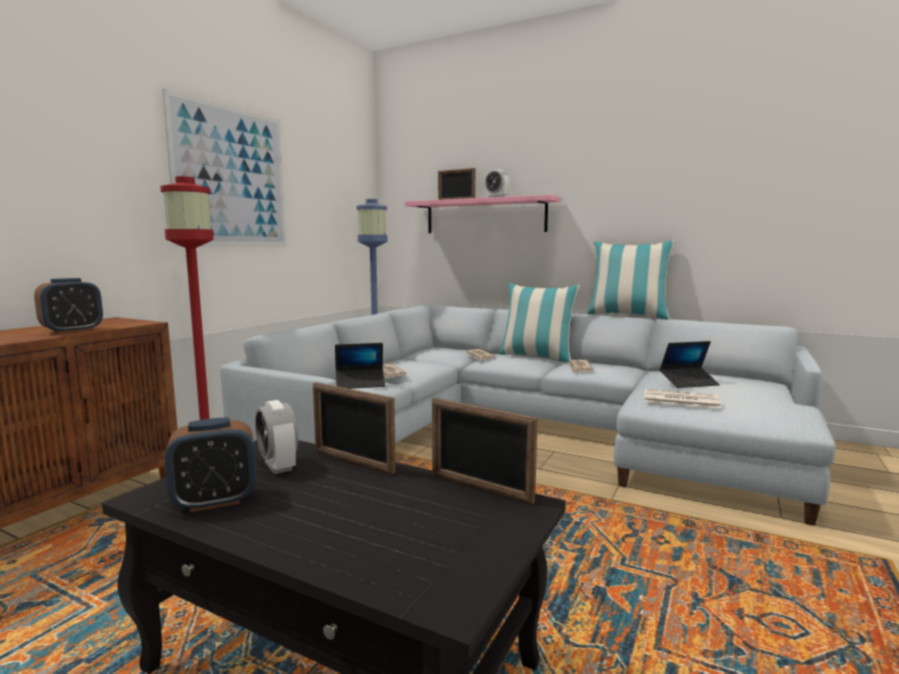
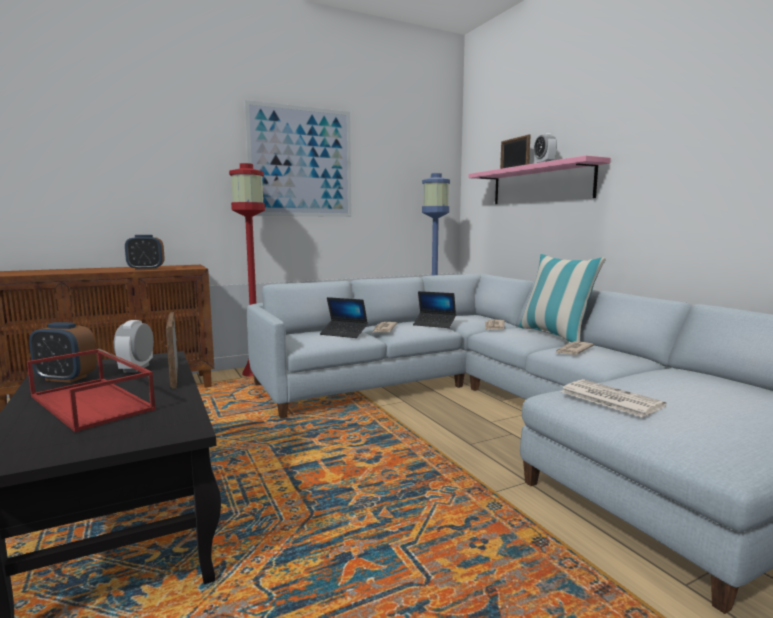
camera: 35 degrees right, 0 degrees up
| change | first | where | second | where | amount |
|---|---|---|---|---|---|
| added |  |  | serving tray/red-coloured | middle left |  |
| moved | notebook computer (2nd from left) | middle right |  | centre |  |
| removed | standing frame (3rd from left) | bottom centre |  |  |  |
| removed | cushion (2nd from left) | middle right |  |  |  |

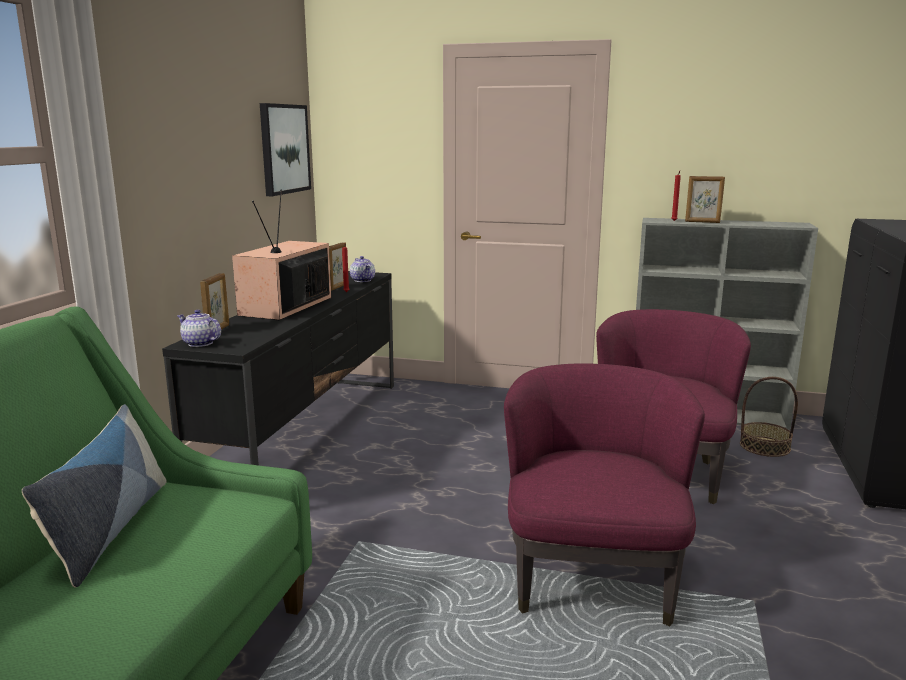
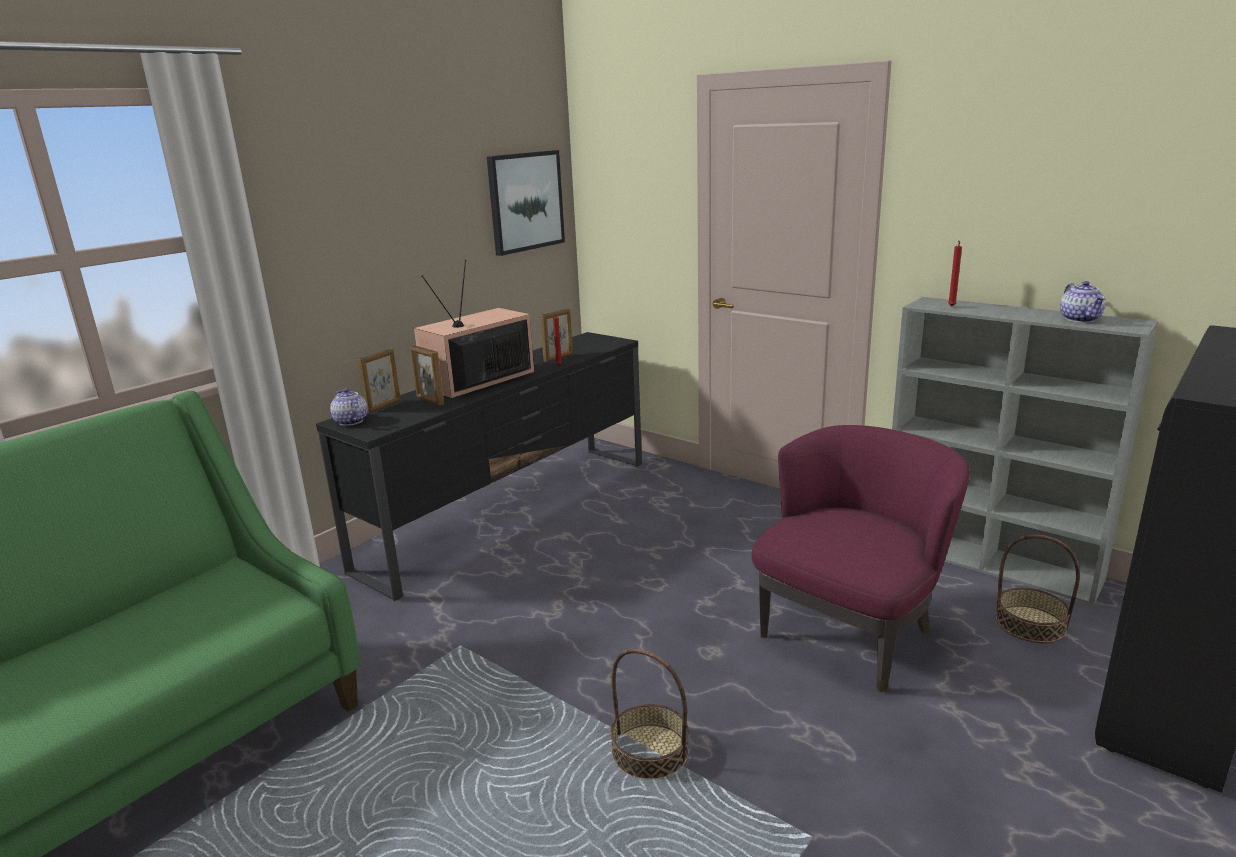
camera: 25 degrees right, 5 degrees up
| change | first | where | second | where | amount |
|---|---|---|---|---|---|
| moved | standing frame (3rd from left in the first image) | top right | standing frame (2nd from left) | centre |  |
| replaced | easy chair/purple-coloured (1st from left) | bottom right | basket (1st from left) | bottom centre |  |
| moved | tea pot (2nd from left) | centre |  | middle right |  |
| removed | cushion | bottom left |  |  |  |

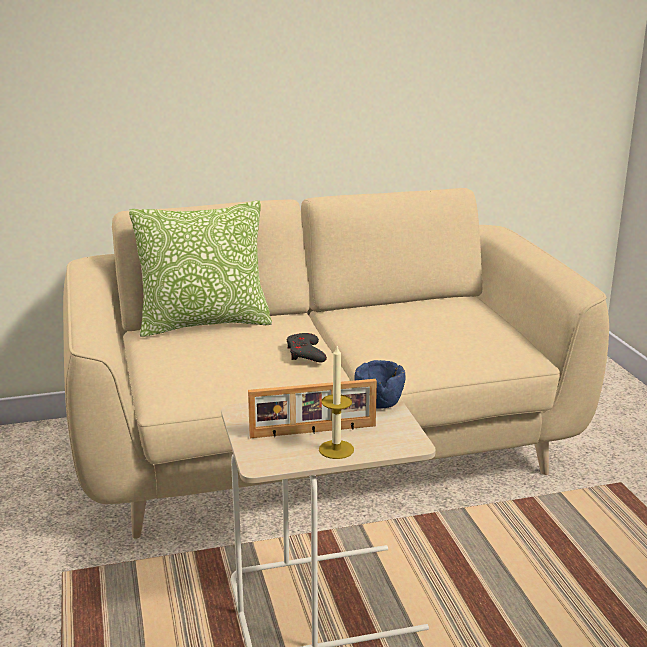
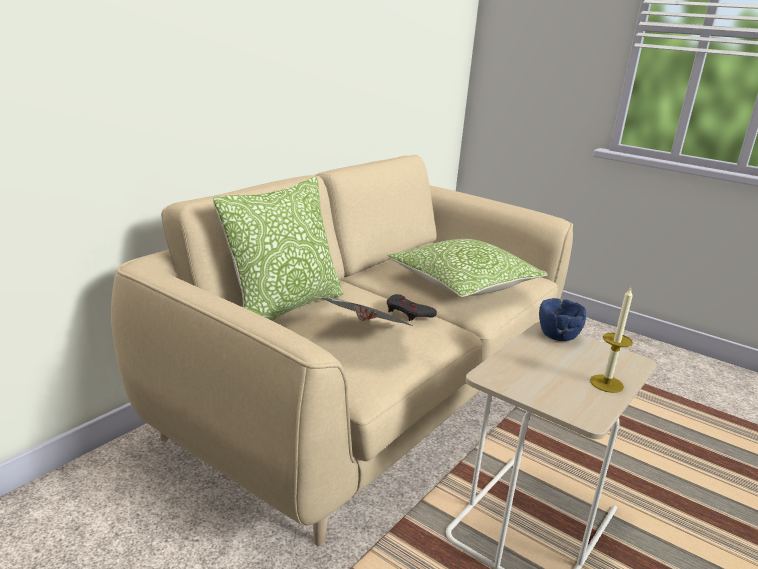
camera: 40 degrees left, 0 degrees up
| change | first | where | second | where | amount |
|---|---|---|---|---|---|
| added |  |  | daily paper | centre |  |
| added |  |  | cushion (2nd from left) | centre |  |
| removed | standing frame | centre |  |  |  |

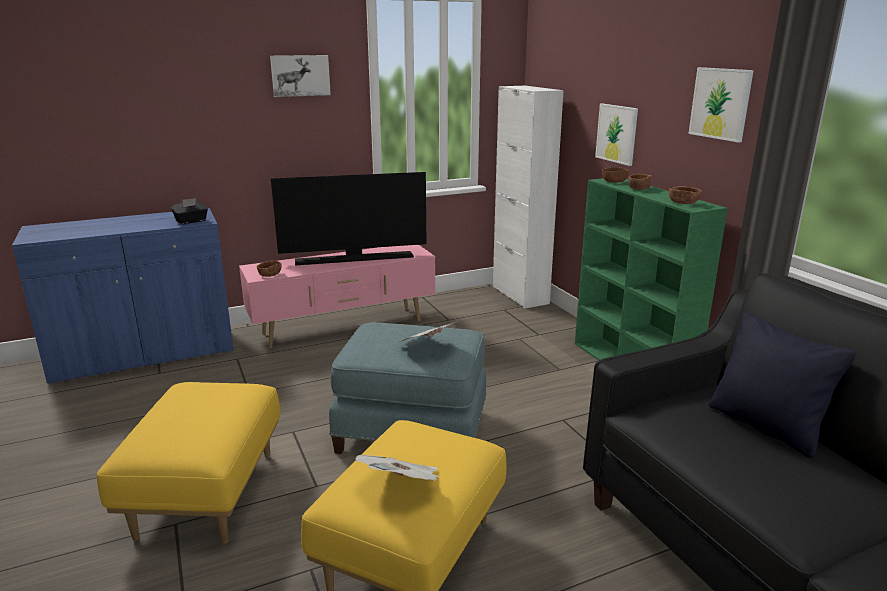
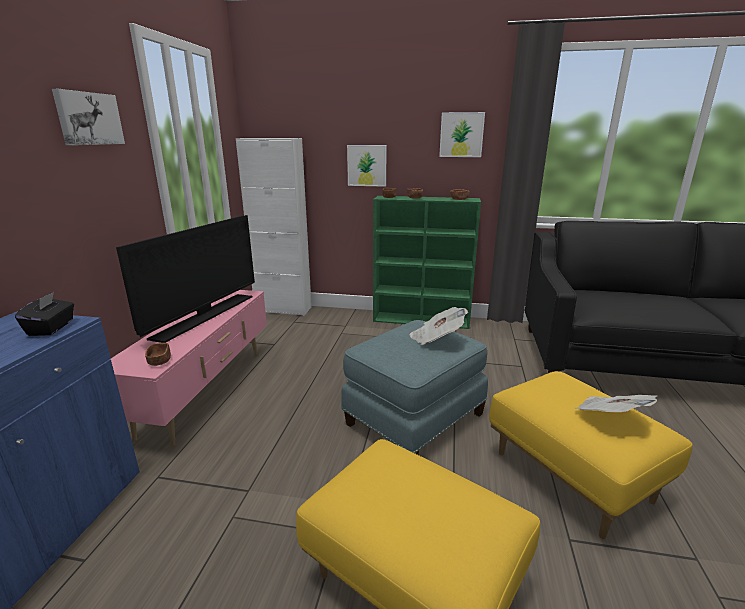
camera: 55 degrees left, 0 degrees up
| change | first | where | second | where | amount |
|---|---|---|---|---|---|
| removed | cushion/black | middle right |  |  |  |

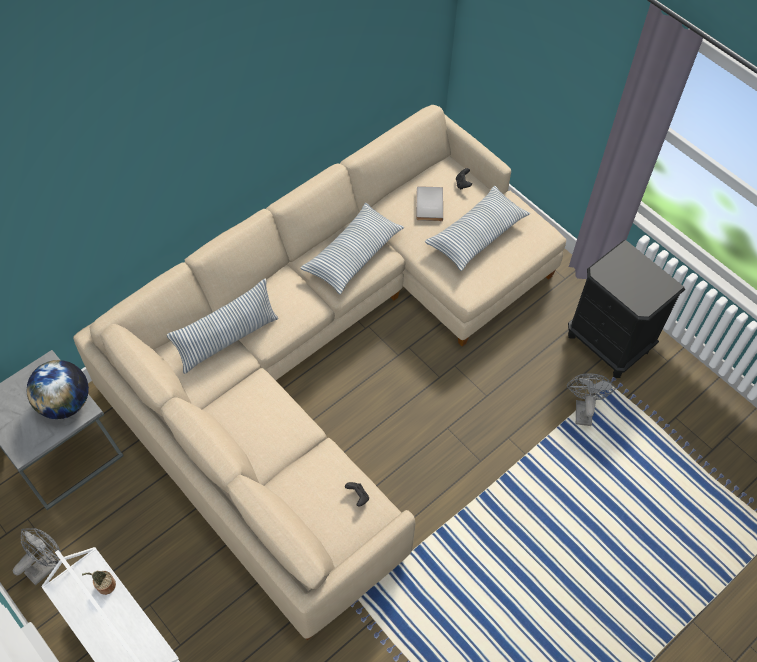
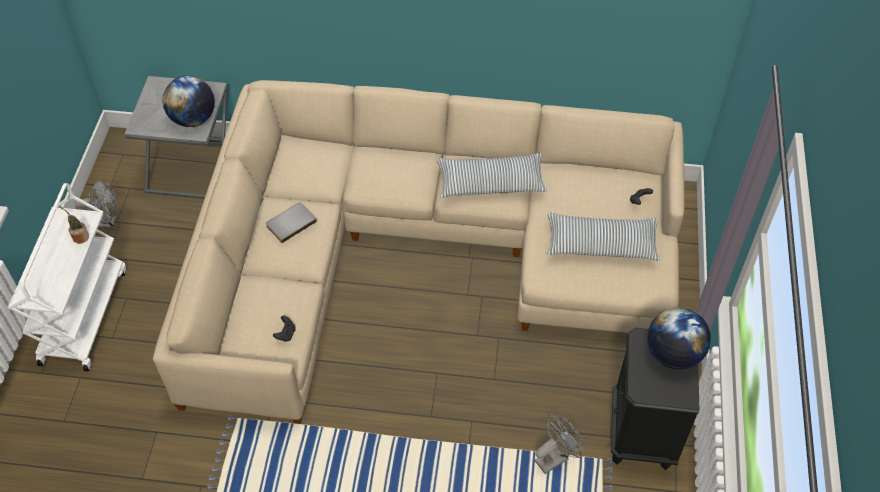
camera: 50 degrees right, 5 degrees down
| change | first | where | second | where | amount |
|---|---|---|---|---|---|
| moved | book/gray | top centre |  | middle left |  |
| added |  |  | globe (2nd from left) | bottom right |  |
| removed | cushion (1st from left) | middle left |  |  |  |

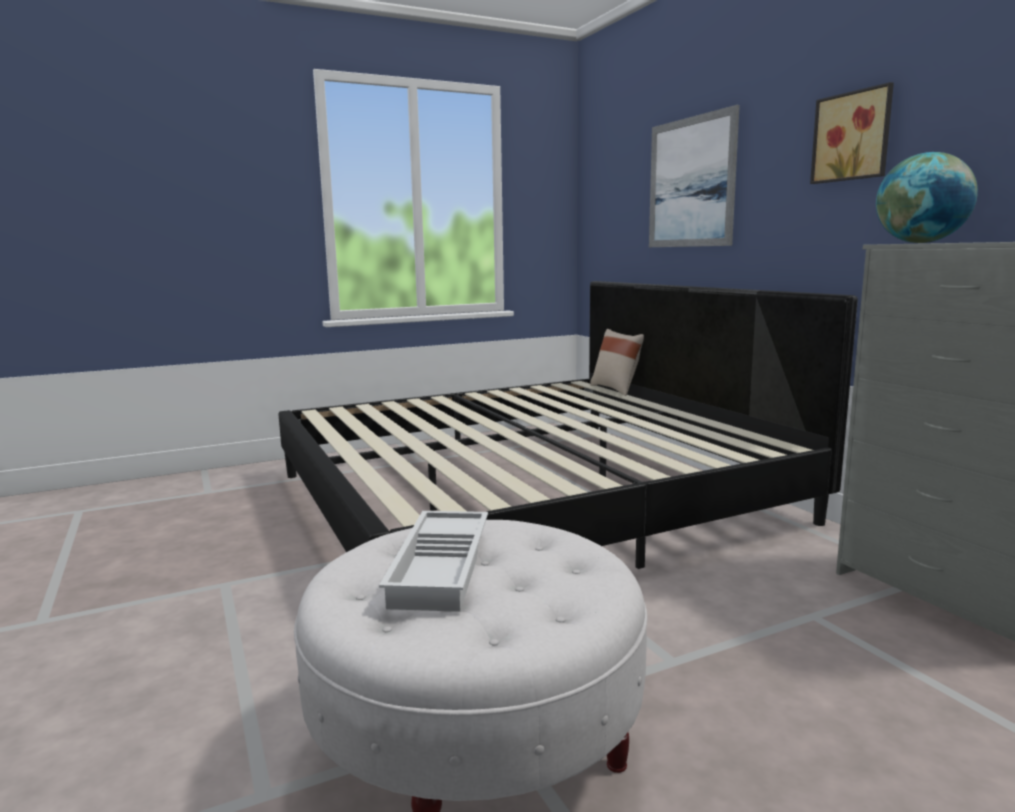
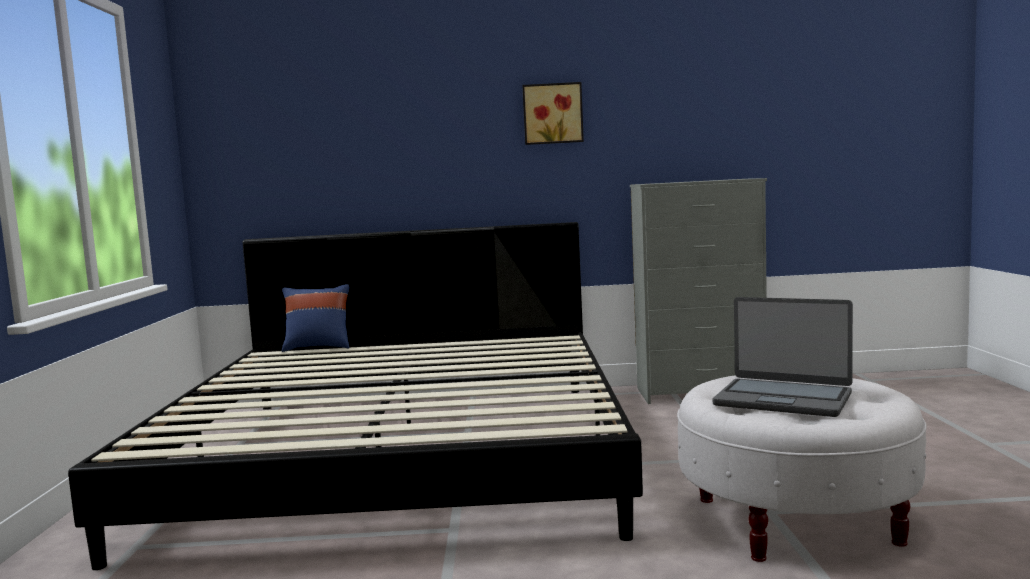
camera: 65 degrees left, 5 degrees down
| change | first | where | second | where | amount |
|---|---|---|---|---|---|
| recoloured | cushion/beige | centre | cushion/blue | middle left |  |
| replaced | serving tray/whitish | bottom centre | notebook computer | middle right |  |
| removed | wall picture (1st from left) | top right |  |  |  |
| removed | globe | top right |  |  |  |

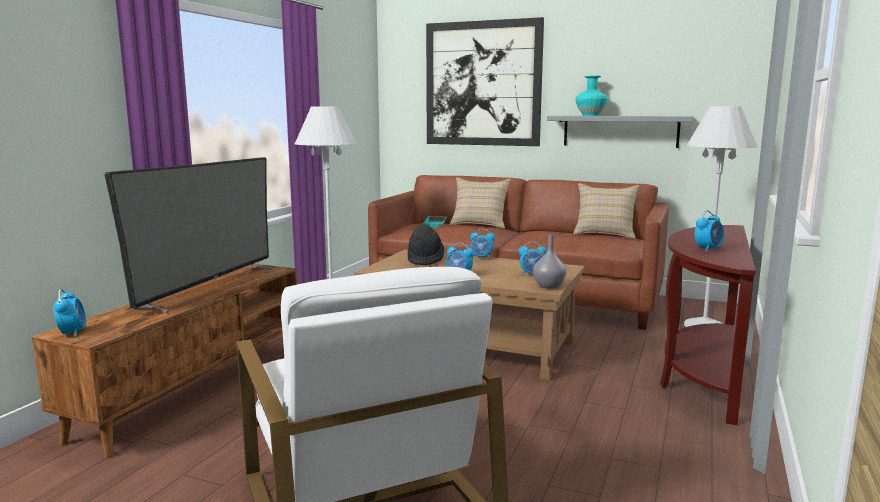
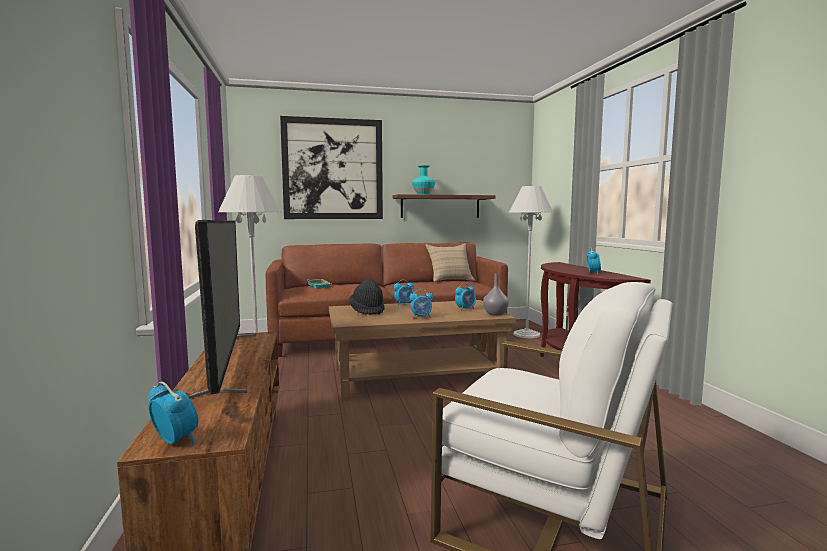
camera: 35 degrees left, 5 degrees down
| change | first | where | second | where | amount |
|---|---|---|---|---|---|
| recoloured | shelf/gray | top right | shelf/brown-coloured | centre |  |
| removed | cushion/beige (1st from left) | centre |  |  |  |

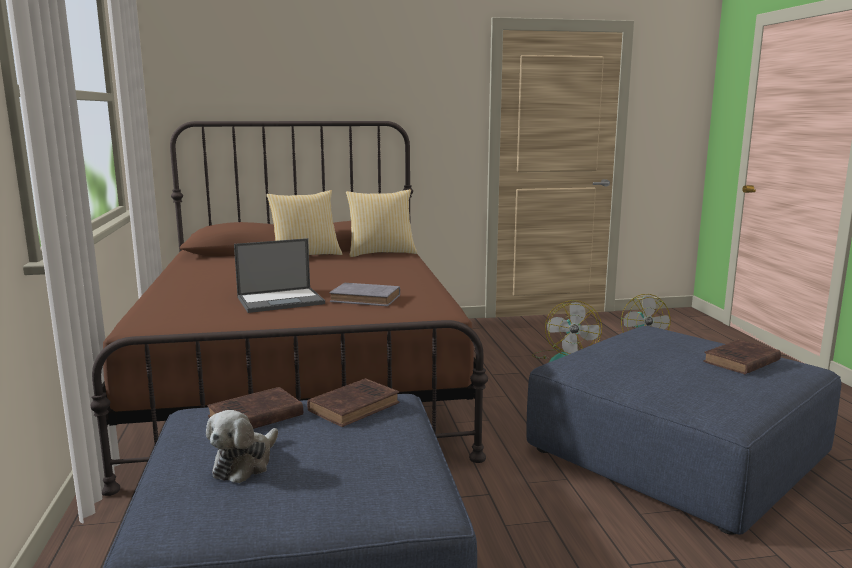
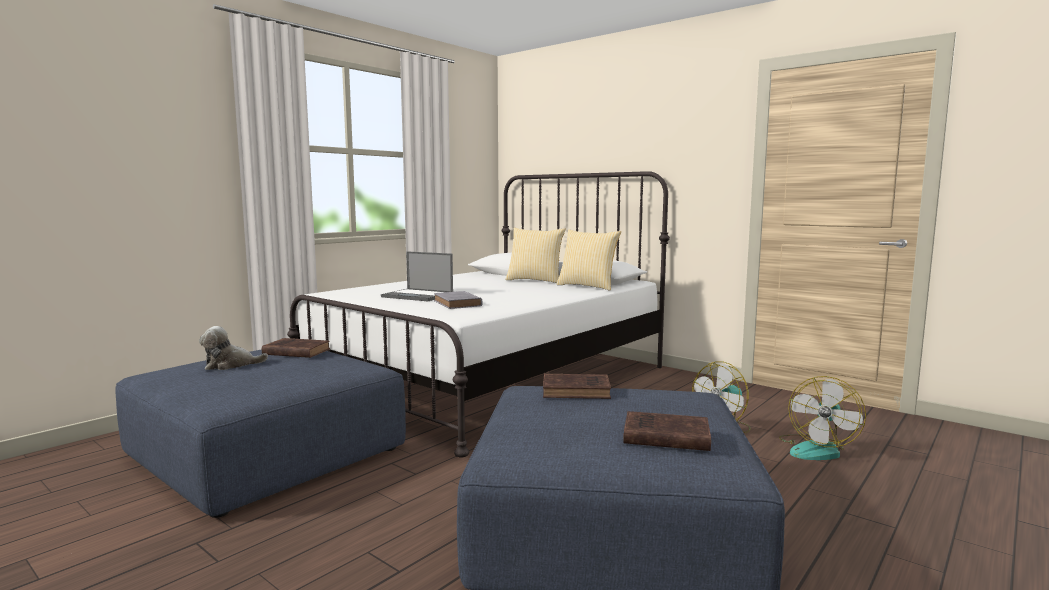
camera: 50 degrees right, 5 degrees down
| change | first | where | second | where | amount |
|---|---|---|---|---|---|
| recoloured | sleeping bed/brown-coloured | centre | sleeping bed/whitish | centre |  |
| moved | book/brown-coloured (2nd from left) | bottom centre |  | centre |  |

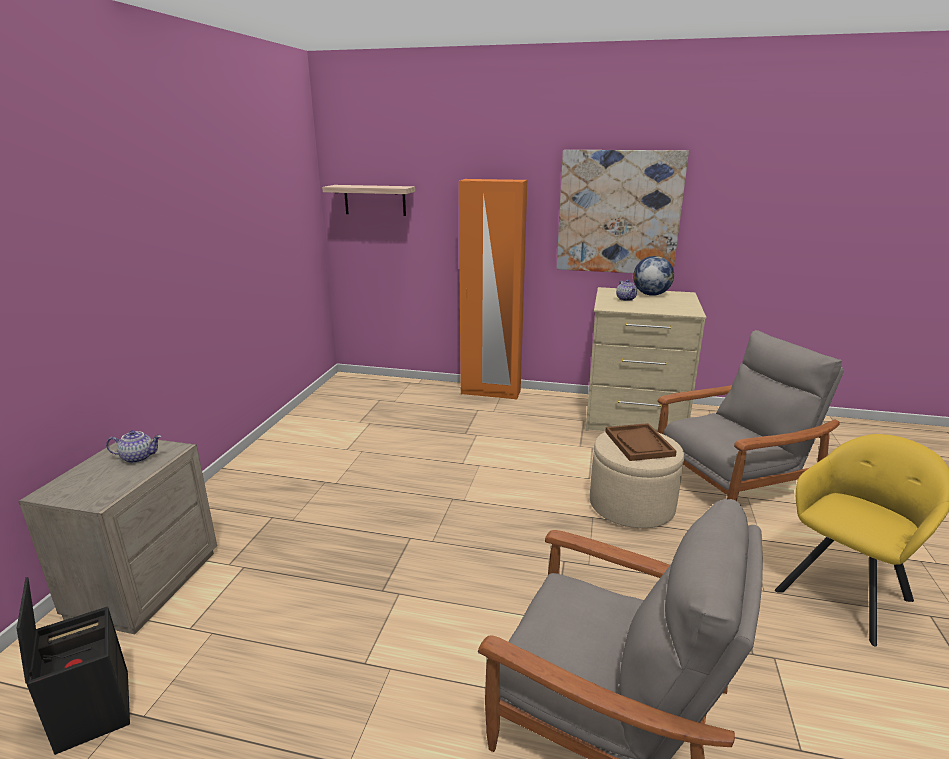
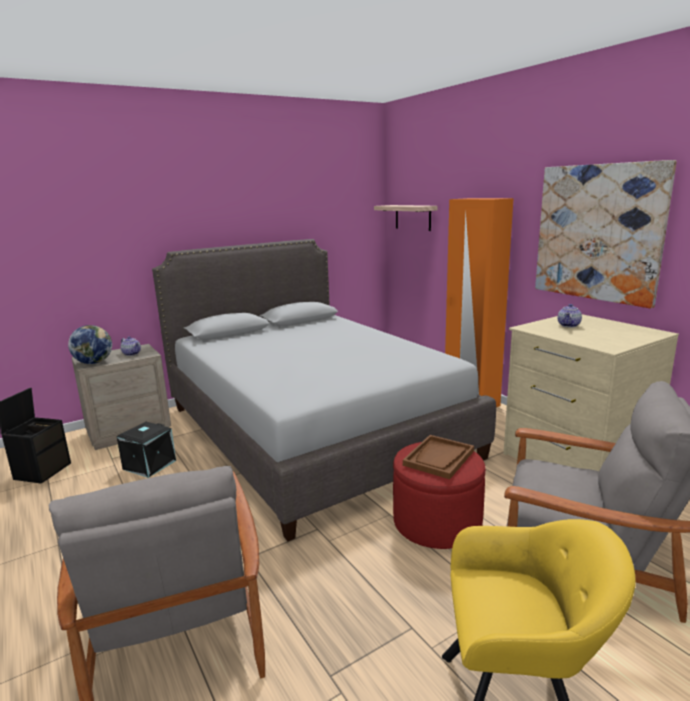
camera: 45 degrees right, 5 degrees down
| change | first | where | second | where | amount |
|---|---|---|---|---|---|
| moved | globe | middle right |  | middle left |  |
| added |  |  | storage bin/black (2nd from left) | middle left |  |
| added |  |  | sleeping bed/gray | centre |  |
| recoloured | pouffe/beige | middle right | pouffe/red-coloured | bottom centre |  |

